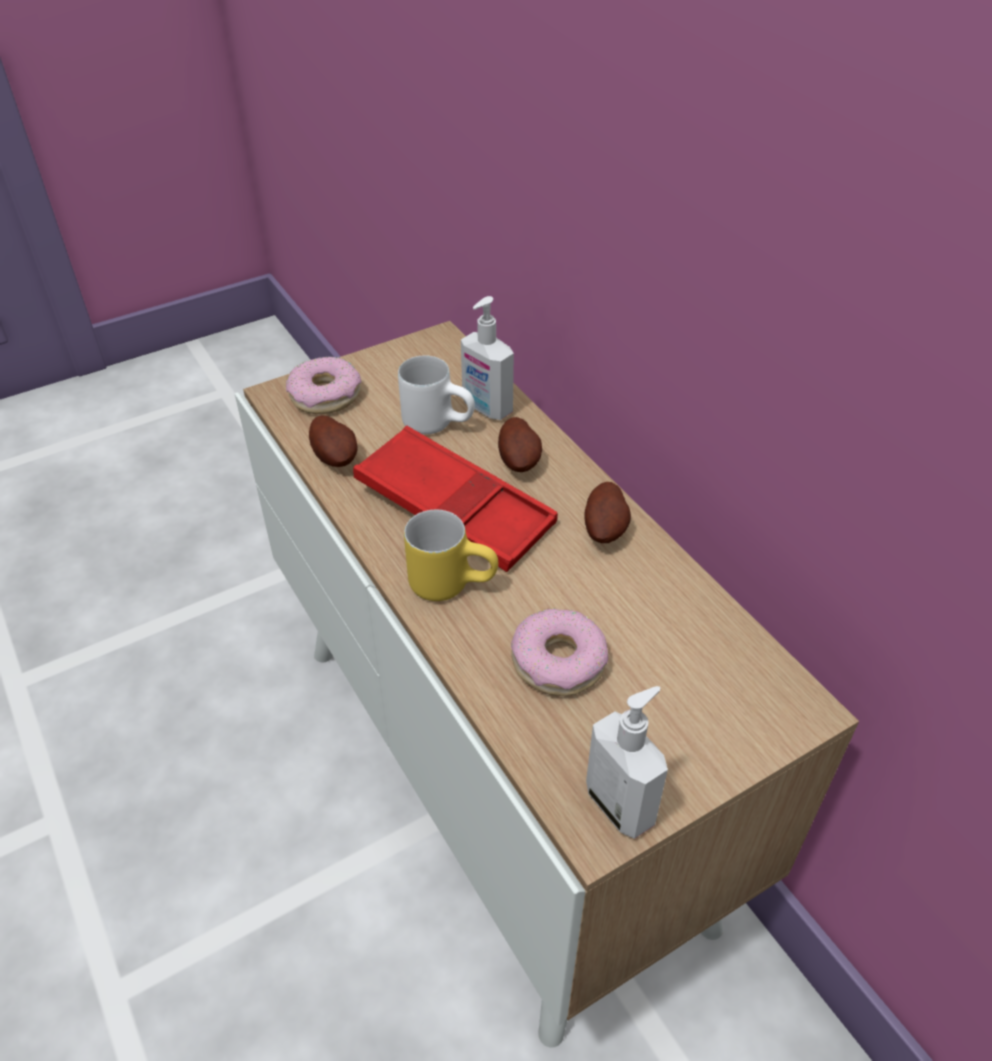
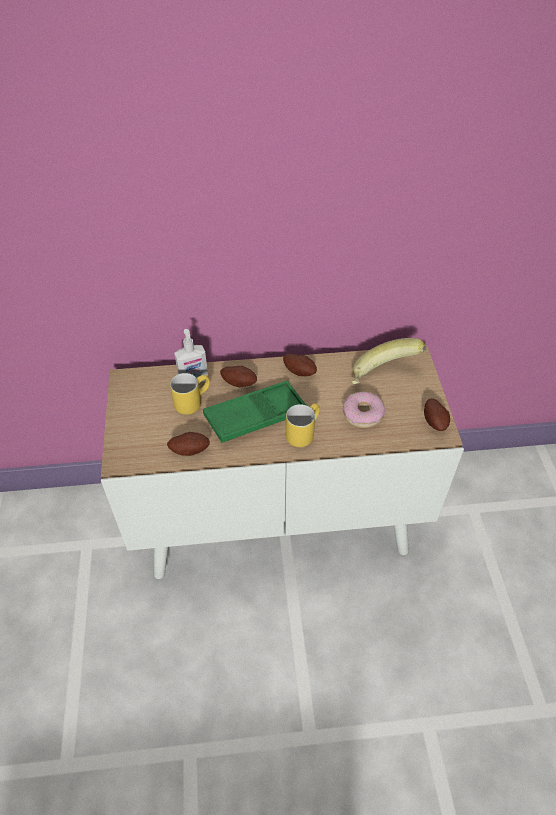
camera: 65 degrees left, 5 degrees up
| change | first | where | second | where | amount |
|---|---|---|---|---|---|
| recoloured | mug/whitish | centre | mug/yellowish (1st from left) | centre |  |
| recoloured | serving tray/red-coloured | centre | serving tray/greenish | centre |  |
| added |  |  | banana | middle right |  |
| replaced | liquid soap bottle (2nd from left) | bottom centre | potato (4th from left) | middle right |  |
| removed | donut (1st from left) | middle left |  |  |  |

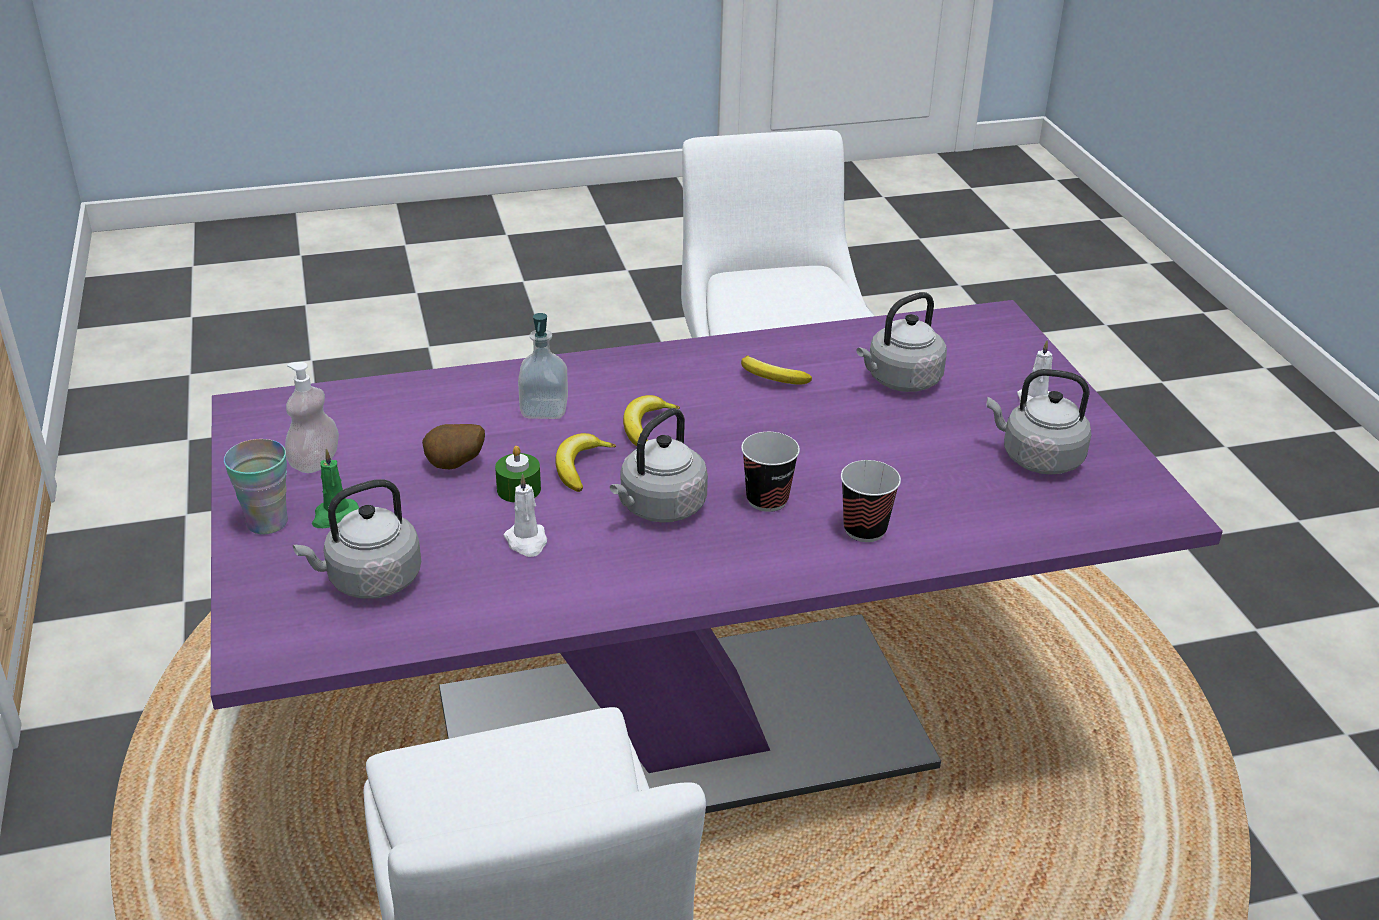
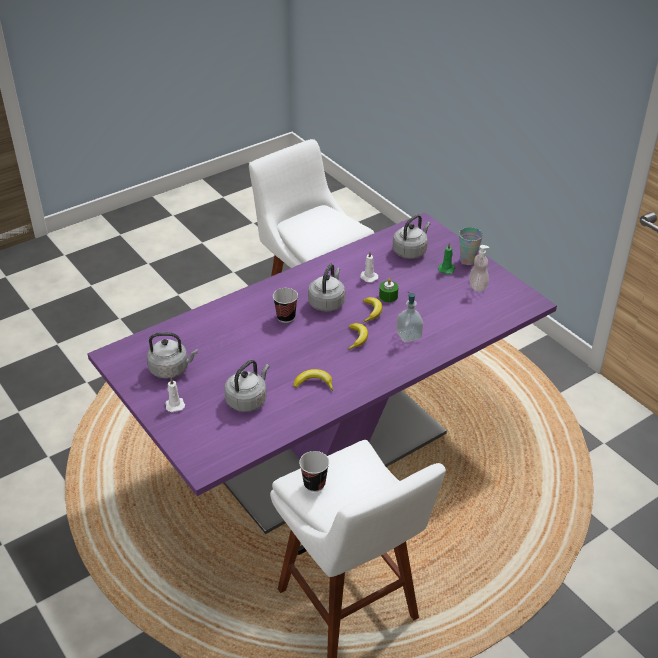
camera: 160 degrees right, 5 degrees up
| change | first | where | second | where | amount |
|---|---|---|---|---|---|
| moved | cup (3rd from left in the first image) | centre | cup (2nd from left) | bottom centre |  |
| removed | potato | middle left |  |  |  |

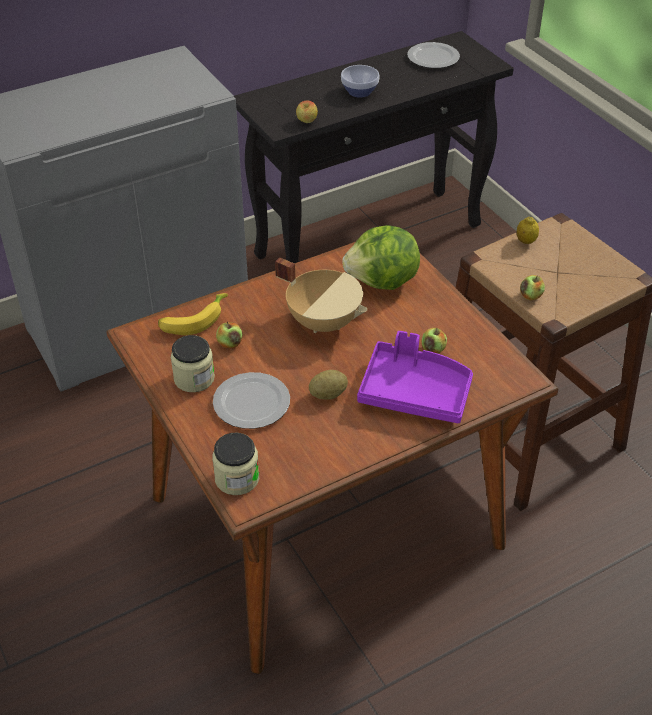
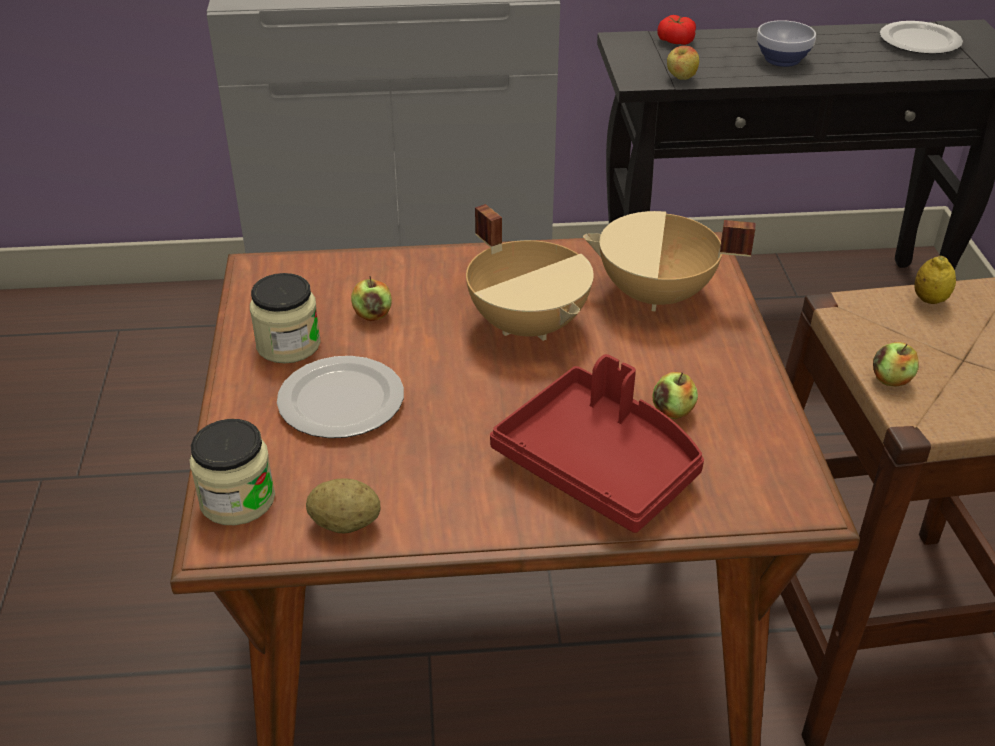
camera: 25 degrees right, 5 degrees down
| change | first | where | second | where | amount |
|---|---|---|---|---|---|
| moved | potato | centre |  | bottom centre |  |
| recoloured | serving tray/purple-coloured | centre | serving tray/red-coloured | centre |  |
| replaced | lettuce | centre | cooking pot/beige (2nd from left) | middle right |  |
| added |  |  | whole tomato | top right |  |
| removed | banana | middle left |  |  |  |

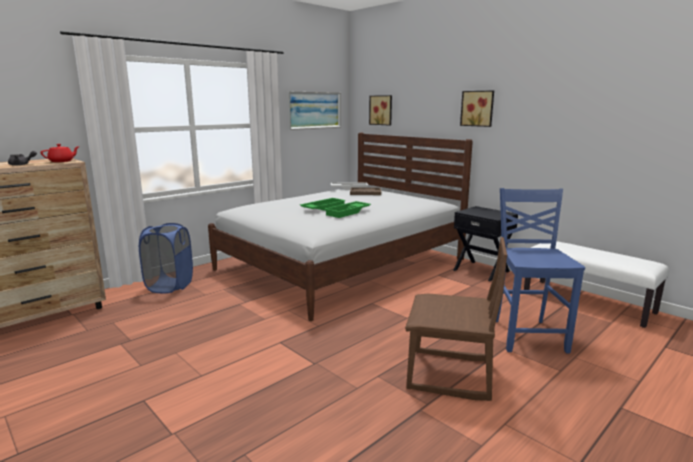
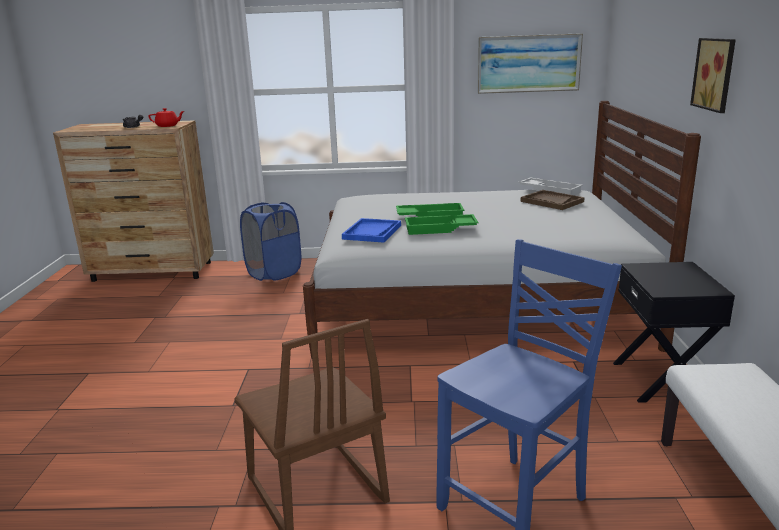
camera: 45 degrees right, 5 degrees up
| change | first | where | second | where | amount |
|---|---|---|---|---|---|
| added |  |  | serving tray/blue | centre |  |
| removed | wall picture (2nd from left) | top centre |  |  |  |

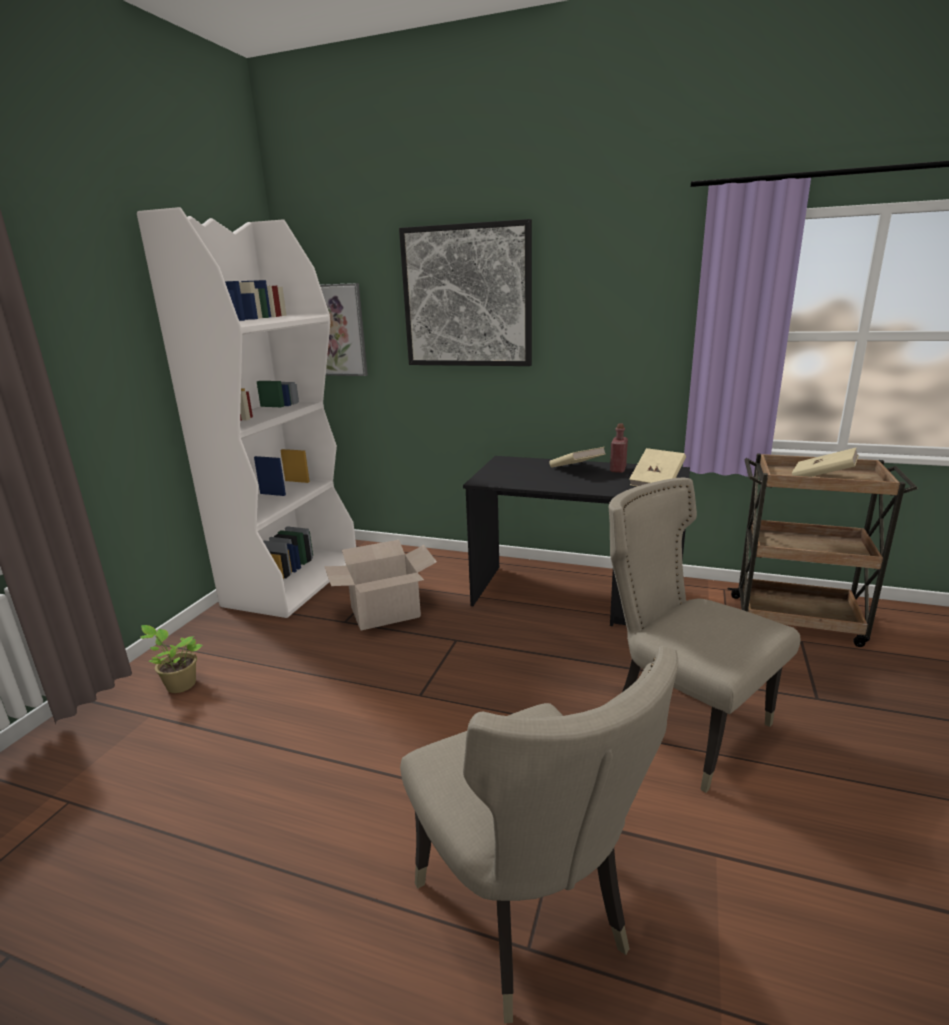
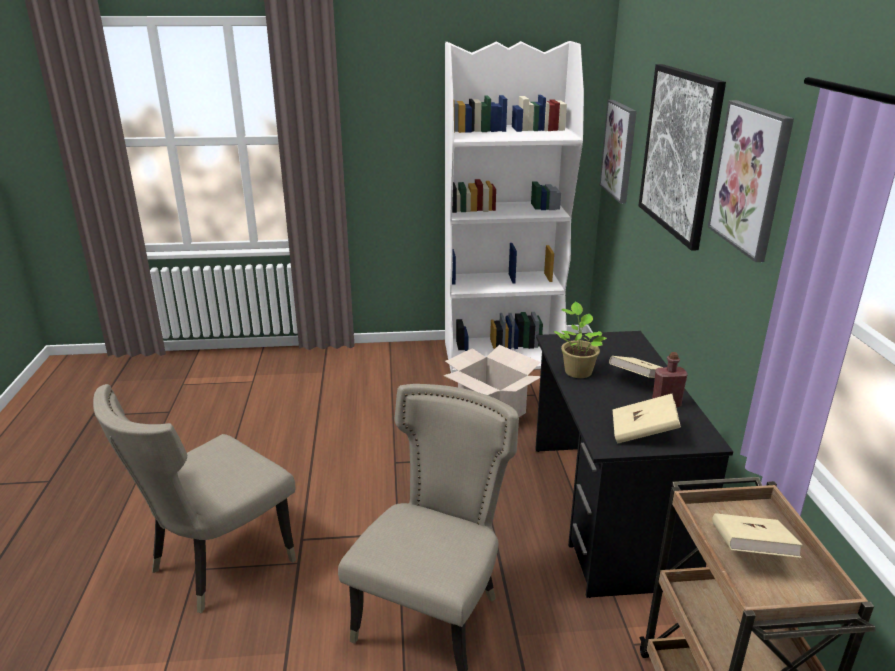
camera: 65 degrees right, 5 degrees up
| change | first | where | second | where | amount |
|---|---|---|---|---|---|
| moved | houseplant | middle left |  | centre |  |
| added |  |  | wall picture (3rd from left) | top right |  |

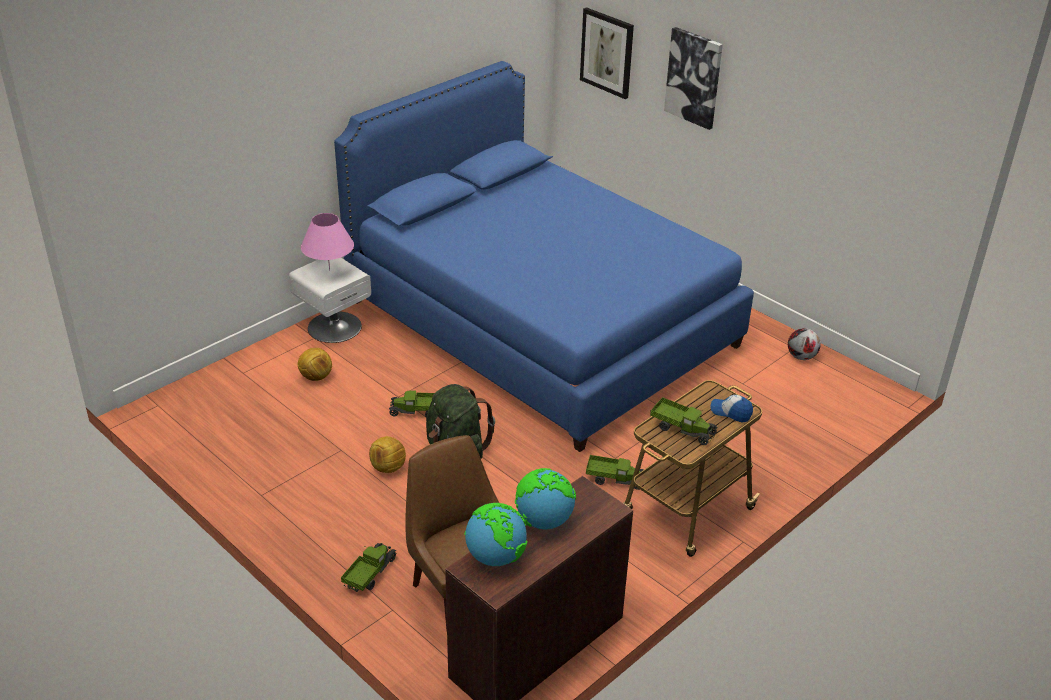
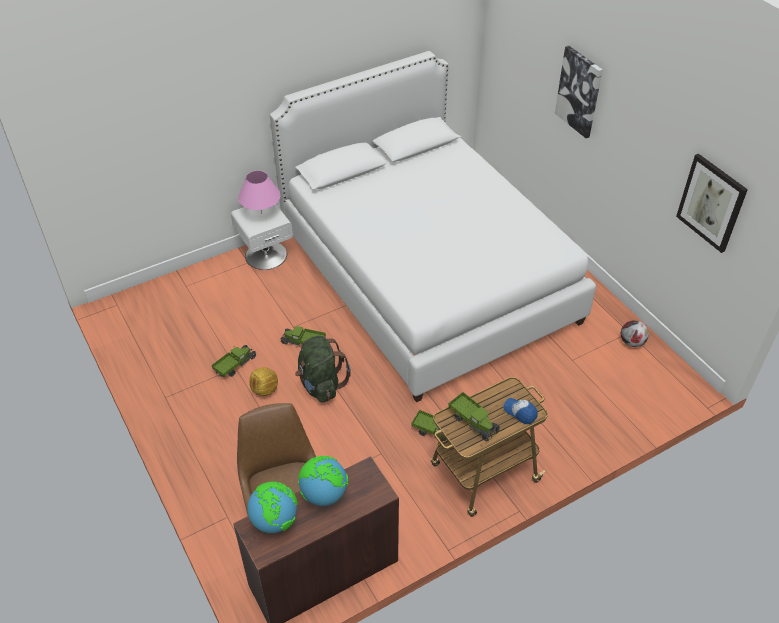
camera: 15 degrees right, 10 degrees up
| change | first | where | second | where | amount |
|---|---|---|---|---|---|
| moved | toy truck (1st from left) | bottom centre |  | middle left |  |
| recoloured | sleeping bed/blue | centre | sleeping bed/whitish | centre |  |
| moved | wall picture (1st from left in the first image) | top centre | wall picture (2nd from left) | top right |  |
| removed | football ball (1st from left) | middle left |  |  |  |

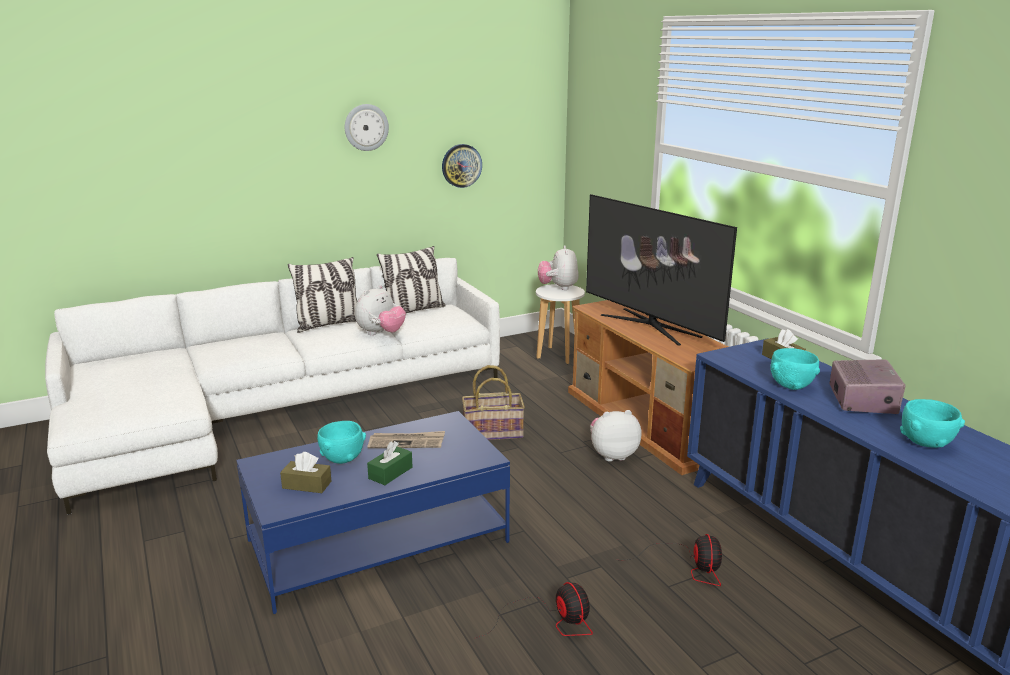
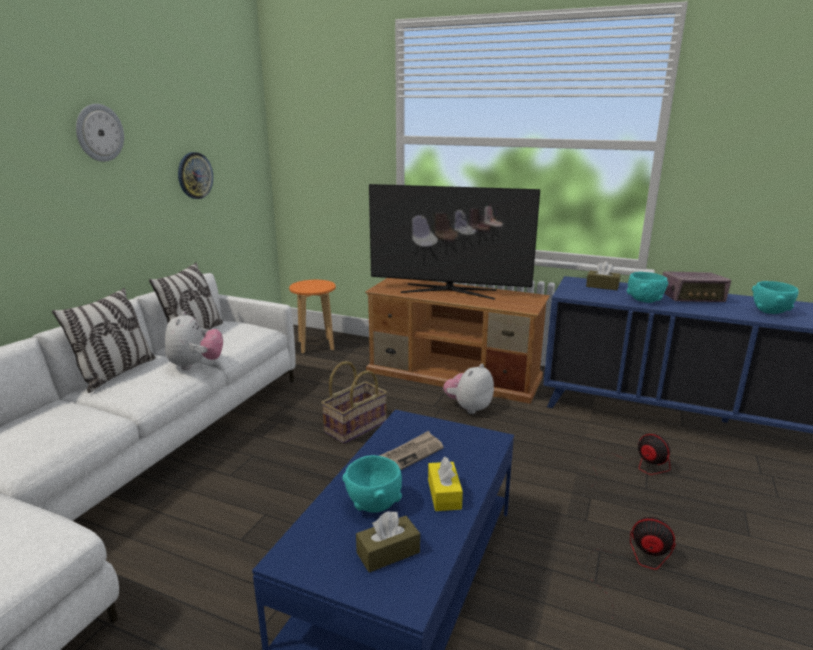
camera: 40 degrees left, 0 degrees up
| change | first | where | second | where | amount |
|---|---|---|---|---|---|
| recoloured | stool seat/whitish | centre | stool seat/orange | centre |  |
| recoloured | tissue holder/greenish | bottom centre | tissue holder/yellowish | bottom centre |  |
| turned | radio set | middle right |  | middle right | 120 degrees clockwise |
| removed | soft toy (2nd from left) | centre |  |  |  |

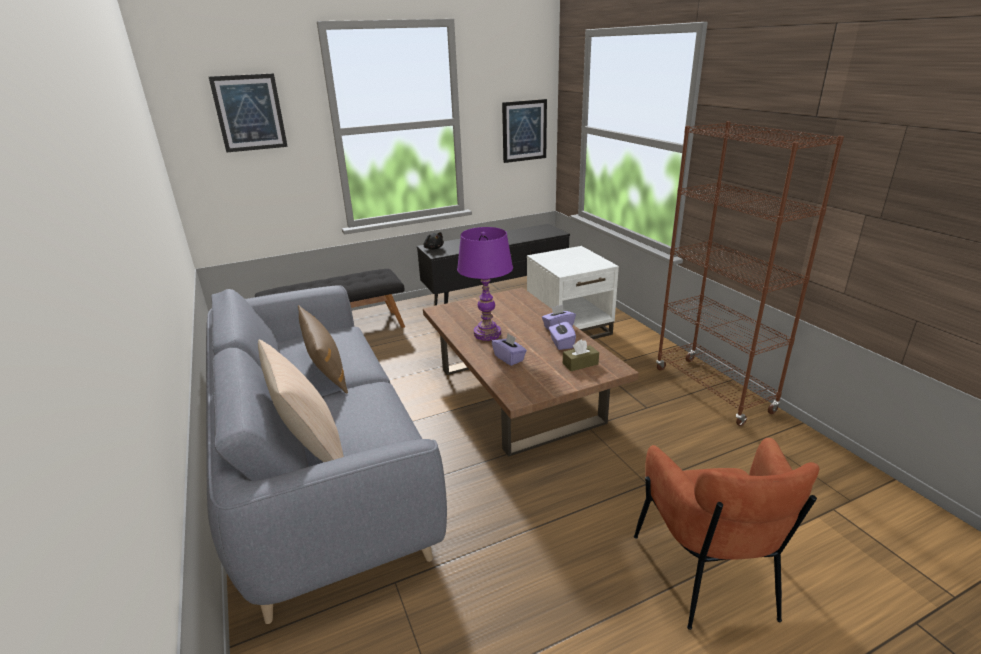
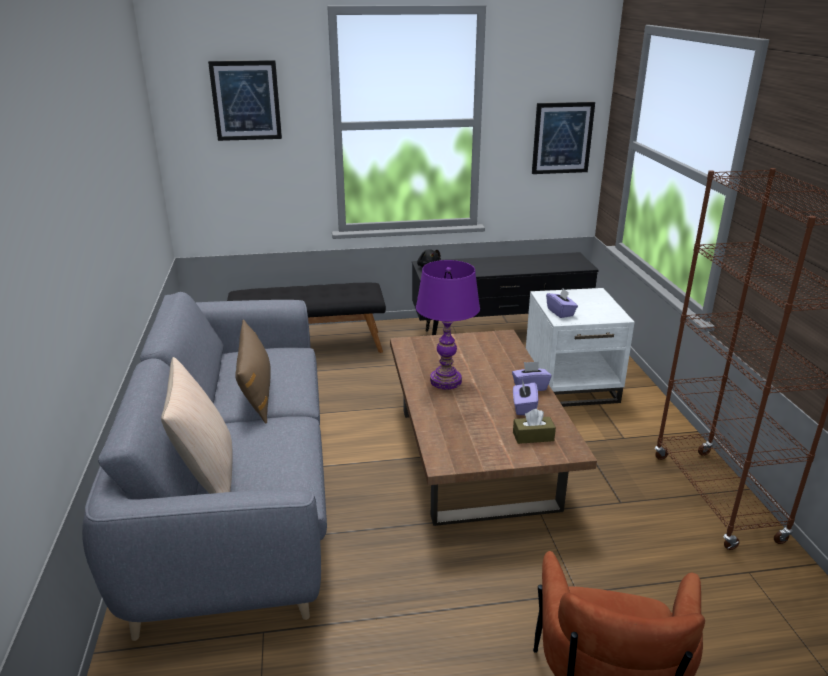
camera: 15 degrees right, 0 degrees up
| change | first | where | second | where | amount |
|---|---|---|---|---|---|
| moved | tissue holder/purple-coloured (1st from left in the first image) | centre | tissue holder/purple-coloured (3rd from left) | middle right |  |

